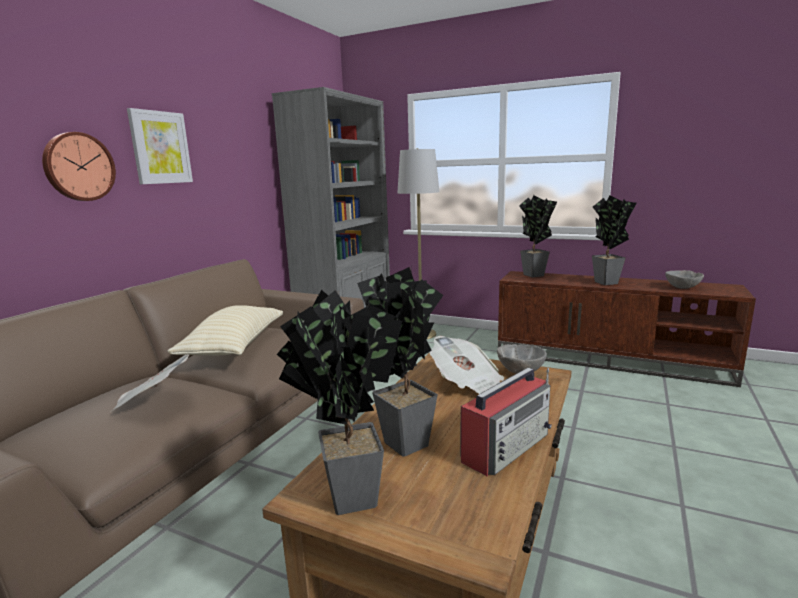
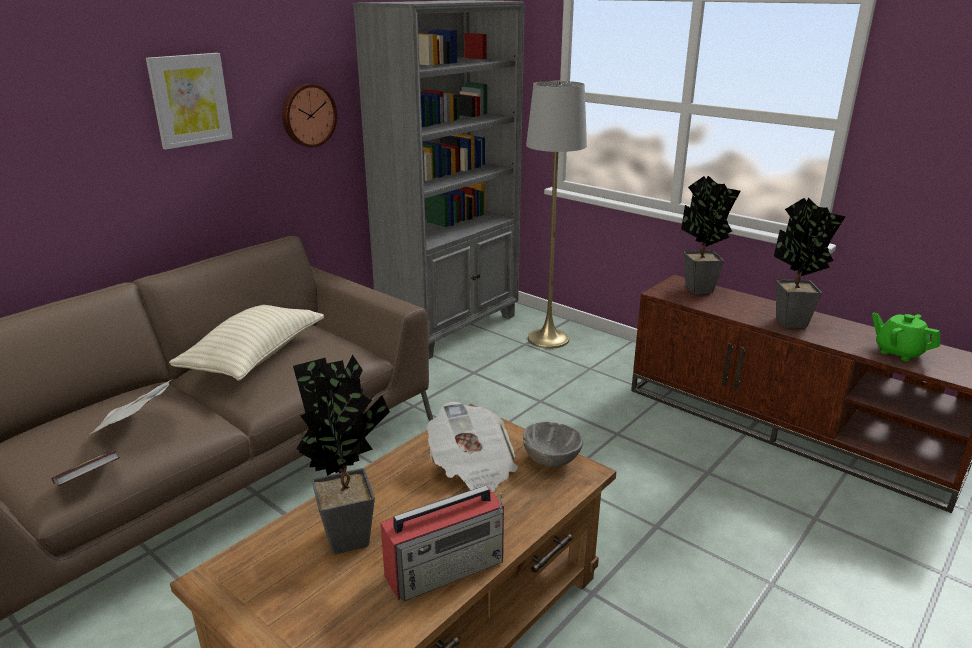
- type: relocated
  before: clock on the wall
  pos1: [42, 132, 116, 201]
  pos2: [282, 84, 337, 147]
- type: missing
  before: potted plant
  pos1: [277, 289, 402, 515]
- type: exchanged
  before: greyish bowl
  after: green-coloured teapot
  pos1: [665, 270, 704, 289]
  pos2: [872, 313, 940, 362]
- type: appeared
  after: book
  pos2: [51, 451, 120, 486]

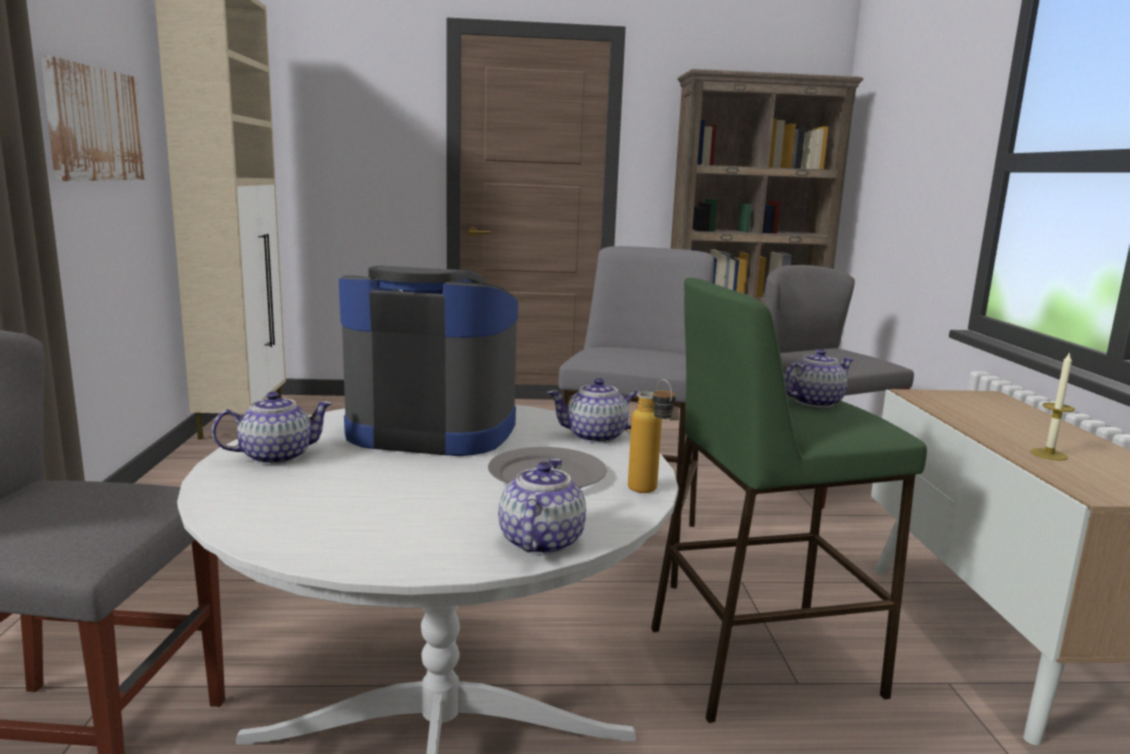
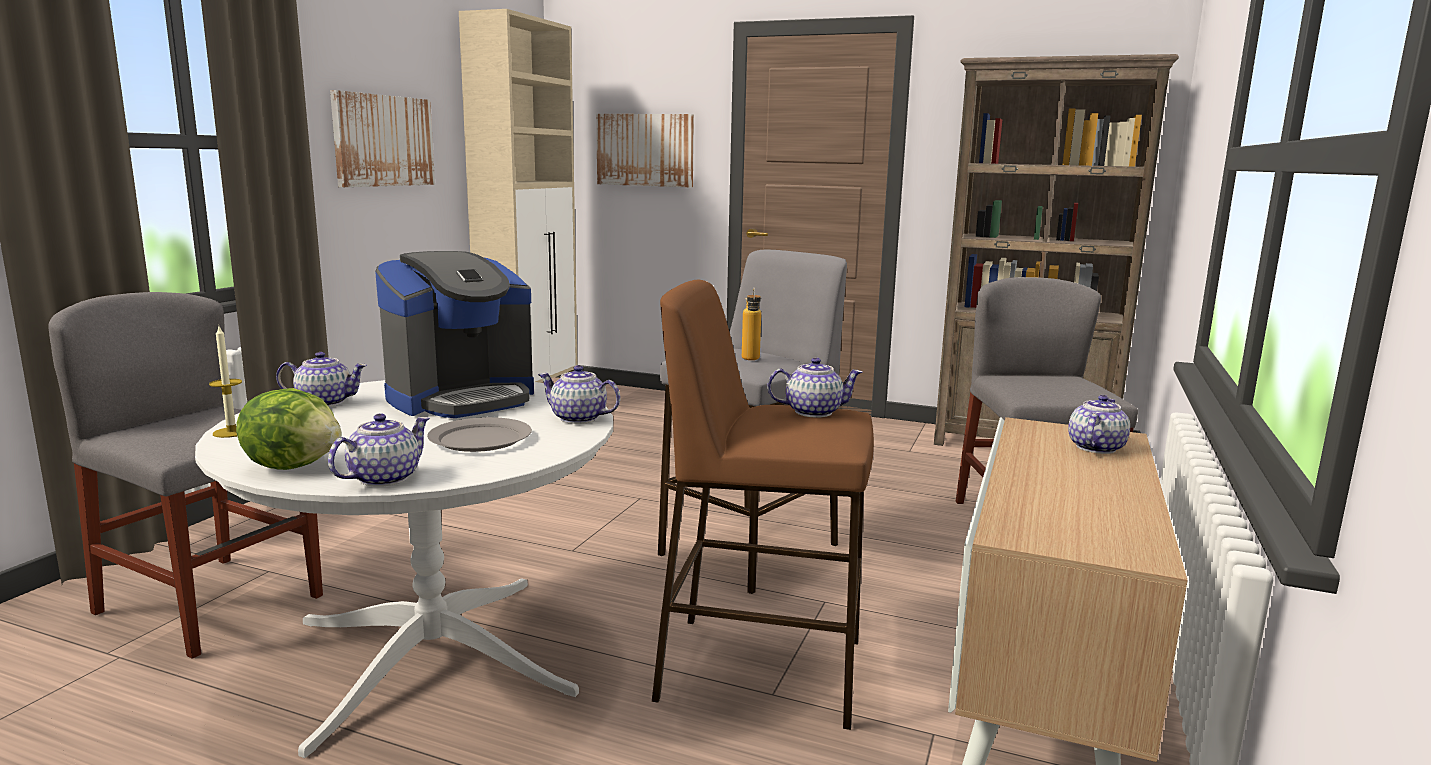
- type: spun
  before: coffee machine
  pos1: [339, 266, 518, 456]
  pos2: [375, 251, 534, 418]
  turn: 105
- type: relocated
  before: bottle
  pos1: [628, 379, 676, 493]
  pos2: [742, 288, 761, 360]
- type: colour
  before: green-coloured sitting stool
  after: brownish sitting stool
  pos1: [651, 278, 927, 723]
  pos2: [652, 280, 874, 730]
- type: relocated
  before: wax light
  pos1: [1031, 351, 1075, 460]
  pos2: [209, 324, 242, 438]
- type: appeared
  after: lettuce head
  pos2: [236, 388, 342, 470]
- type: appeared
  after: wall picture
  pos2: [596, 114, 694, 187]
- type: appeared
  after: teapot
  pos2: [1068, 395, 1130, 454]

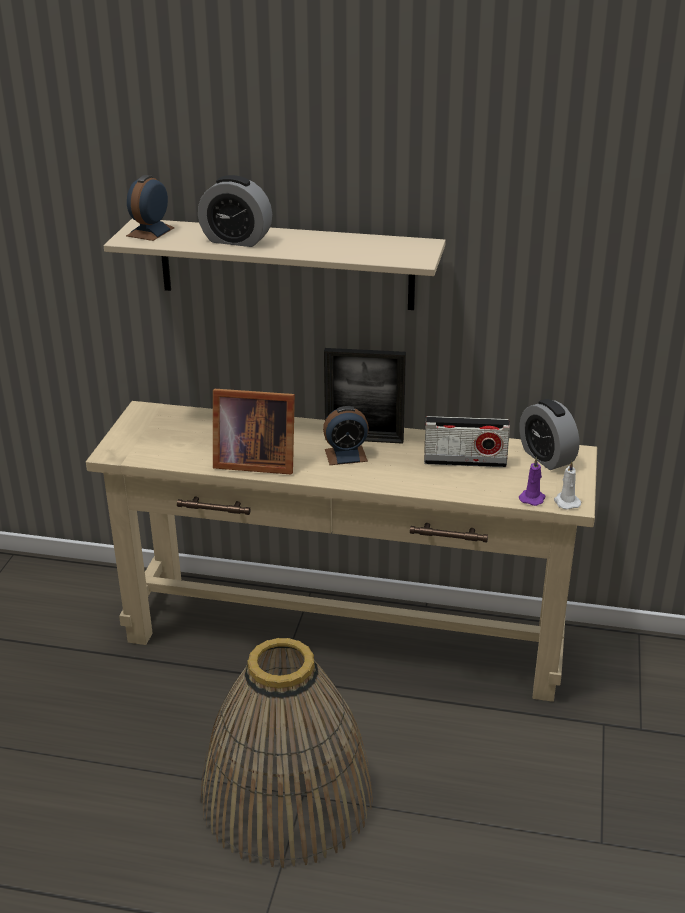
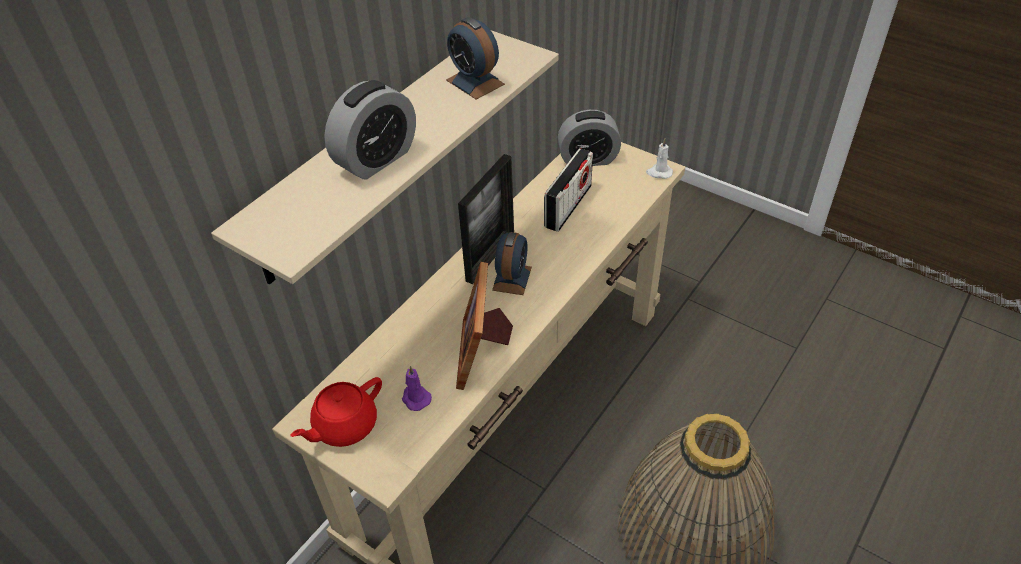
- type: relocated
  before: alarm clock
  pos1: [126, 175, 175, 241]
  pos2: [446, 17, 505, 100]
- type: spun
  before: standing frame
  pos1: [213, 389, 295, 475]
  pos2: [456, 262, 513, 390]
  turn: 150
- type: relocated
  before: purple wax light
  pos1: [519, 457, 545, 506]
  pos2: [402, 366, 432, 411]
- type: appeared
  after: red-coloured teapot
  pos2: [290, 377, 382, 447]

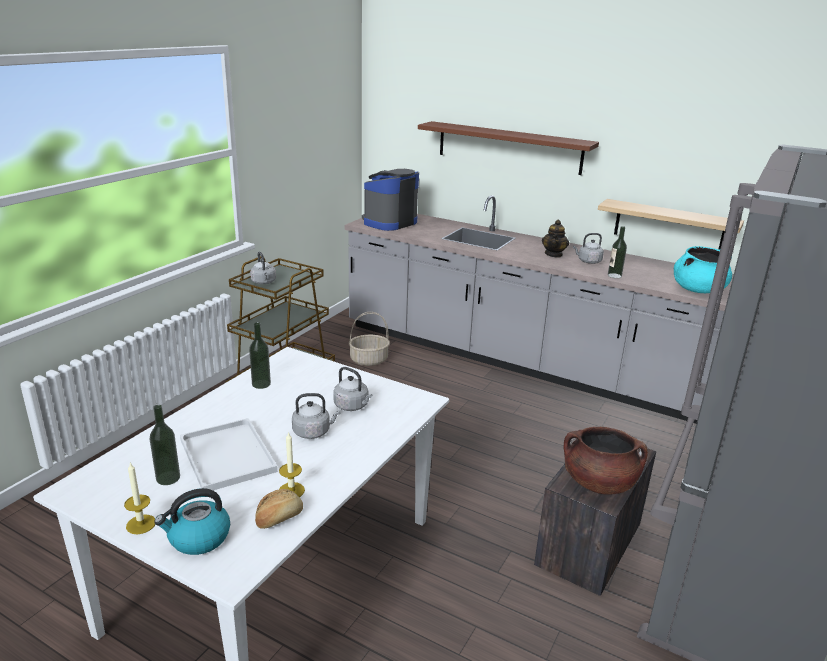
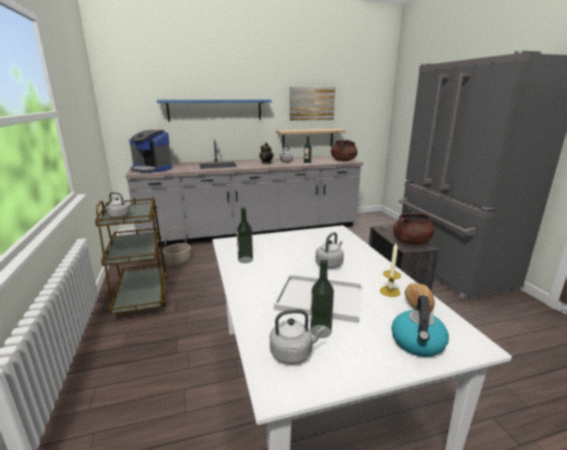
- type: missing
  before: wax light
  pos1: [124, 463, 156, 534]
- type: relocated
  before: greyish water kettle
  pos1: [333, 367, 372, 411]
  pos2: [270, 309, 325, 364]
- type: spun
  before: coffee machine
  pos1: [362, 169, 419, 231]
  pos2: [129, 130, 172, 173]
  turn: -60
- type: colour
  before: brownish wall shelf
  after: bluish wall shelf
  pos1: [418, 121, 599, 175]
  pos2: [157, 100, 271, 121]
- type: colour
  before: turquoise-coloured stockpot
  after: brownish stockpot
  pos1: [674, 246, 732, 293]
  pos2: [331, 140, 357, 161]
- type: appeared
  after: wall picture
  pos2: [290, 87, 335, 121]

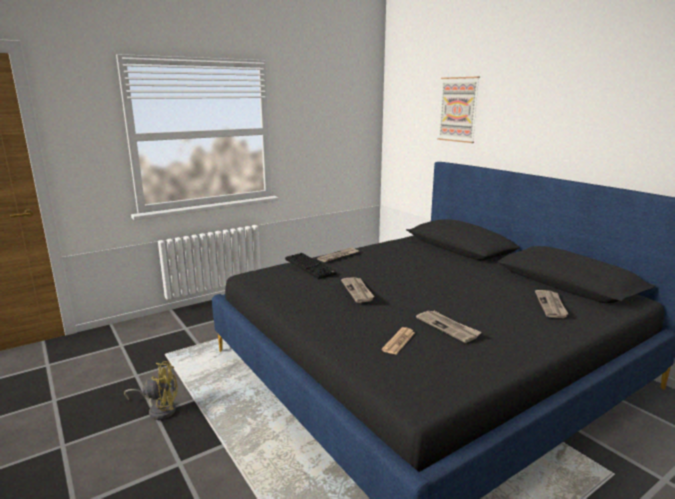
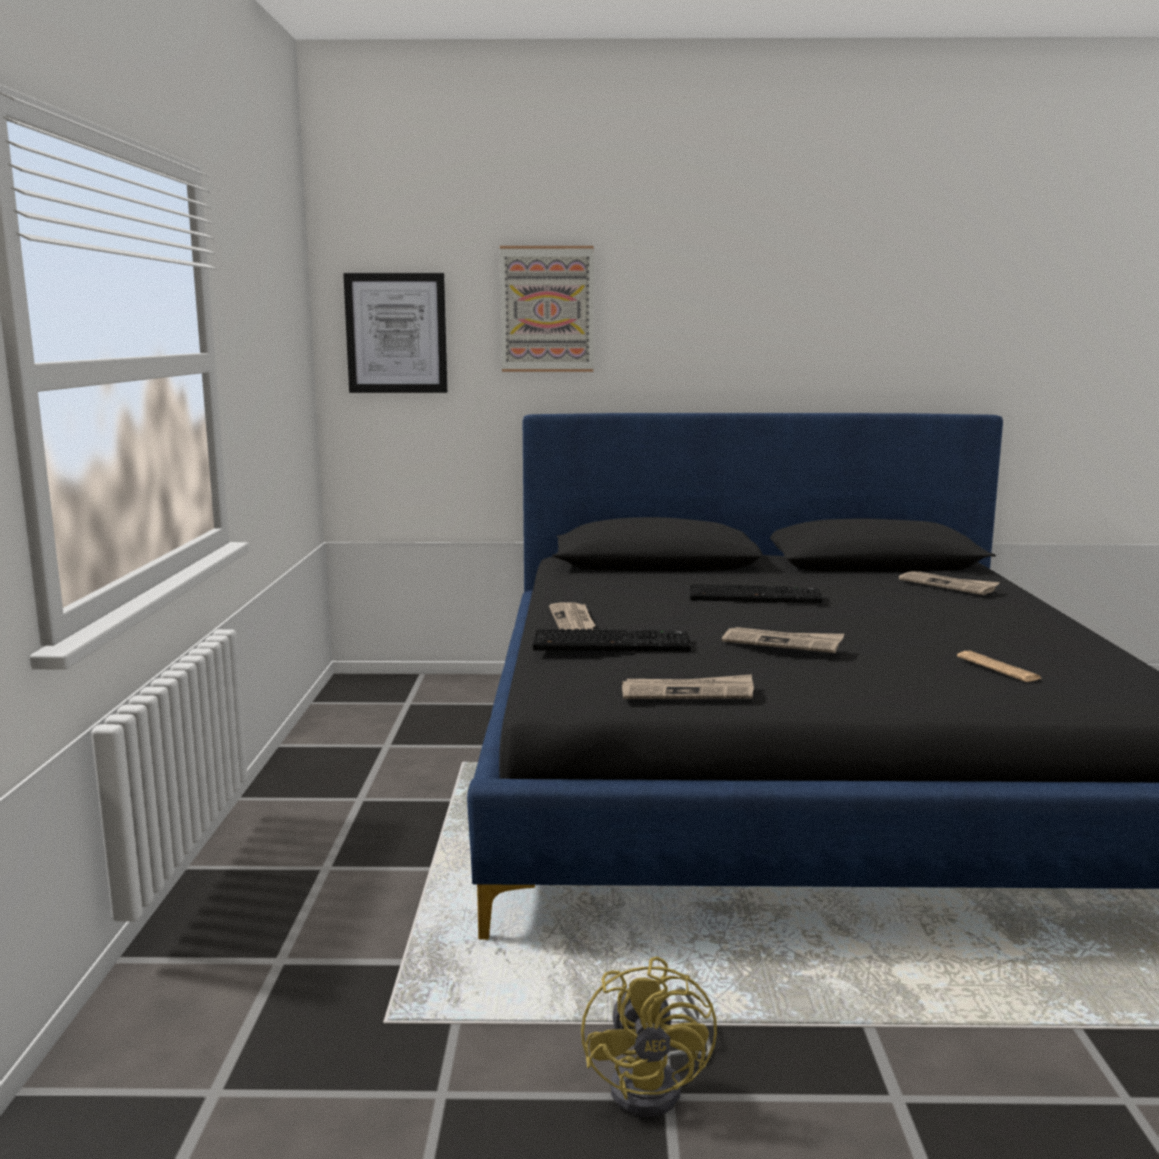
- type: spun
  before: yellow-coloured electric fan
  pos1: [124, 361, 178, 420]
  pos2: [581, 957, 717, 1117]
  turn: 150
- type: relocated
  before: newspaper
  pos1: [416, 311, 482, 343]
  pos2: [622, 674, 754, 699]
- type: appeared
  after: wall picture
  pos2: [343, 273, 447, 393]
- type: appeared
  after: computer keyboard
  pos2: [690, 584, 823, 604]

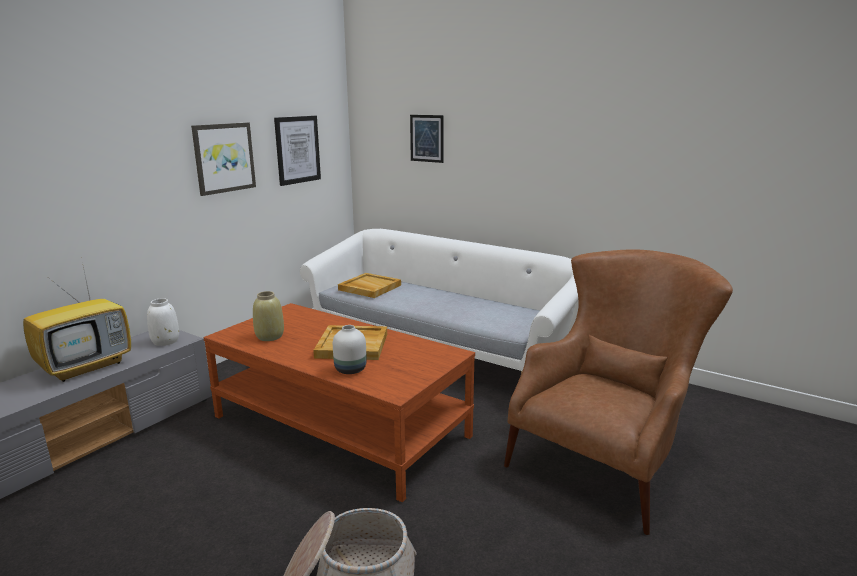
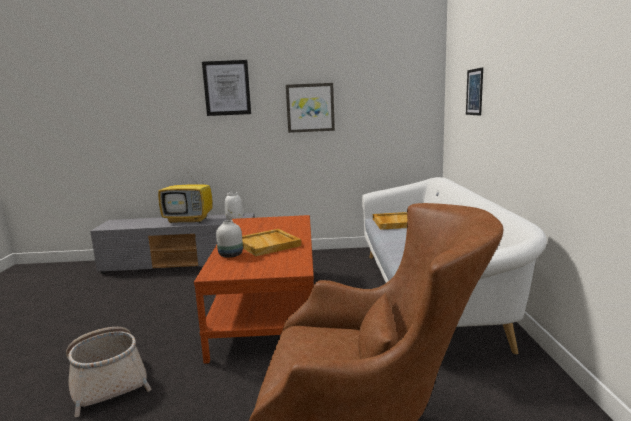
- type: missing
  before: beige decorative vase
  pos1: [253, 291, 284, 341]
- type: relocated
  before: wall picture
  pos1: [274, 116, 321, 186]
  pos2: [202, 60, 251, 116]

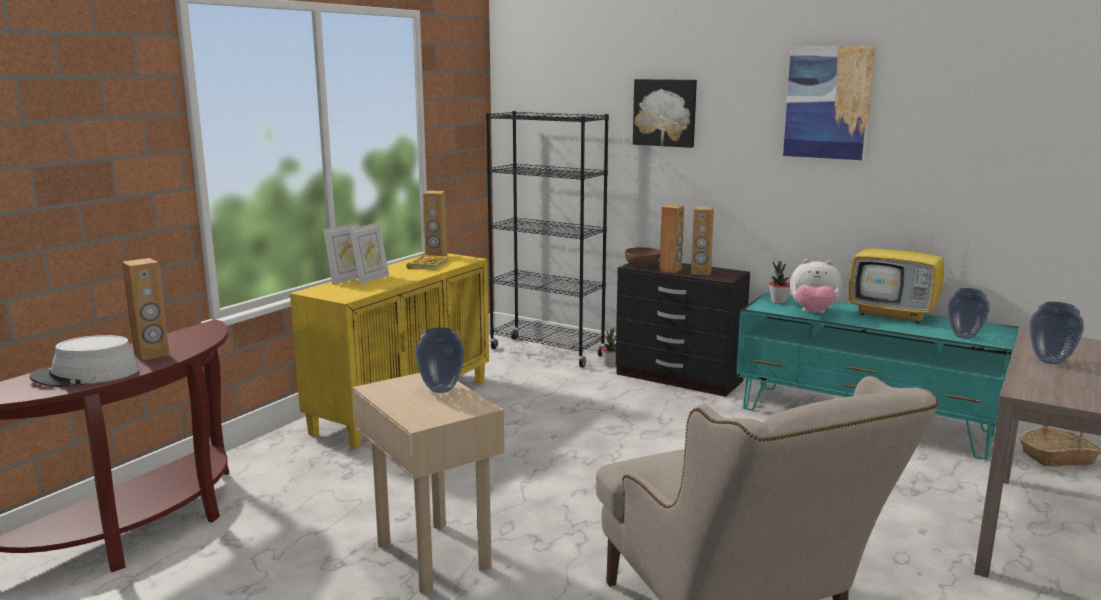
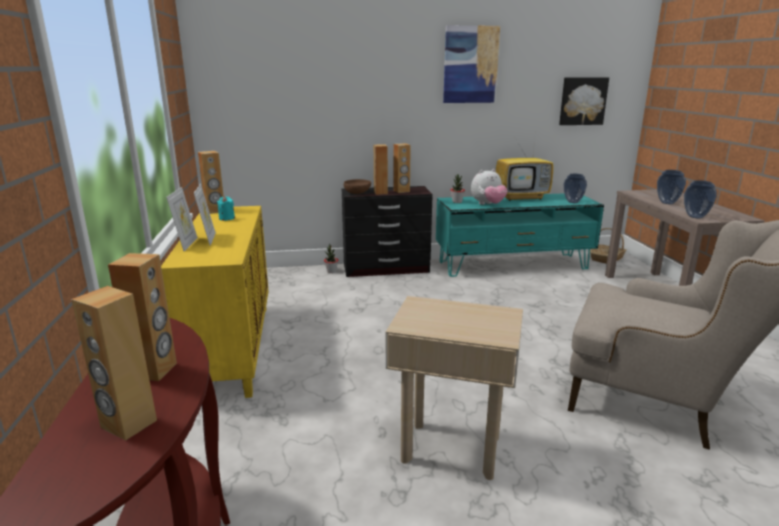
- type: exchanged
  before: greyish wearable hat
  after: brownish loudspeaker
  pos1: [29, 335, 139, 387]
  pos2: [71, 286, 157, 441]
- type: exchanged
  before: book
  after: turquoise-coloured wax light
  pos1: [406, 254, 449, 270]
  pos2: [217, 196, 235, 221]
- type: relocated
  before: decorative vase
  pos1: [415, 327, 465, 393]
  pos2: [684, 180, 717, 218]
- type: missing
  before: black-coloured bookshelf
  pos1: [486, 111, 609, 367]
- type: relocated
  before: wall picture
  pos1: [633, 79, 697, 148]
  pos2: [559, 77, 609, 125]

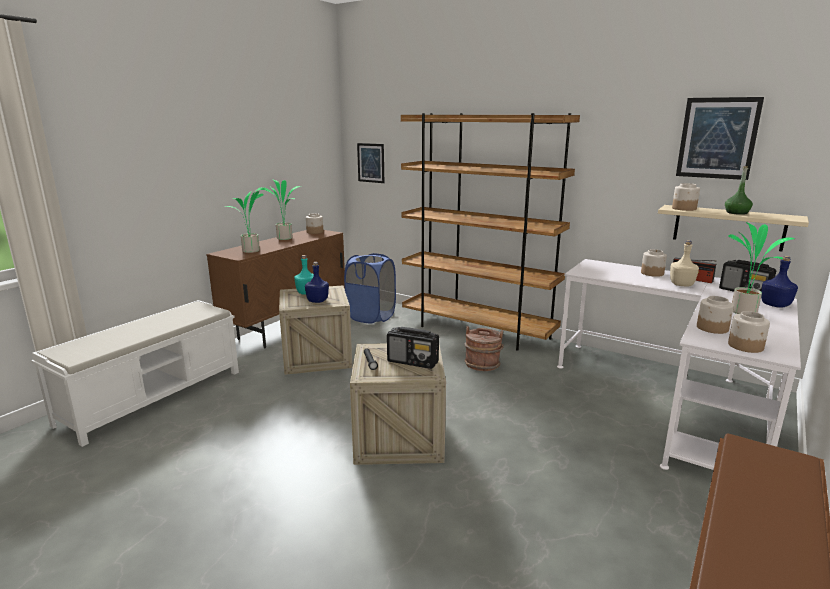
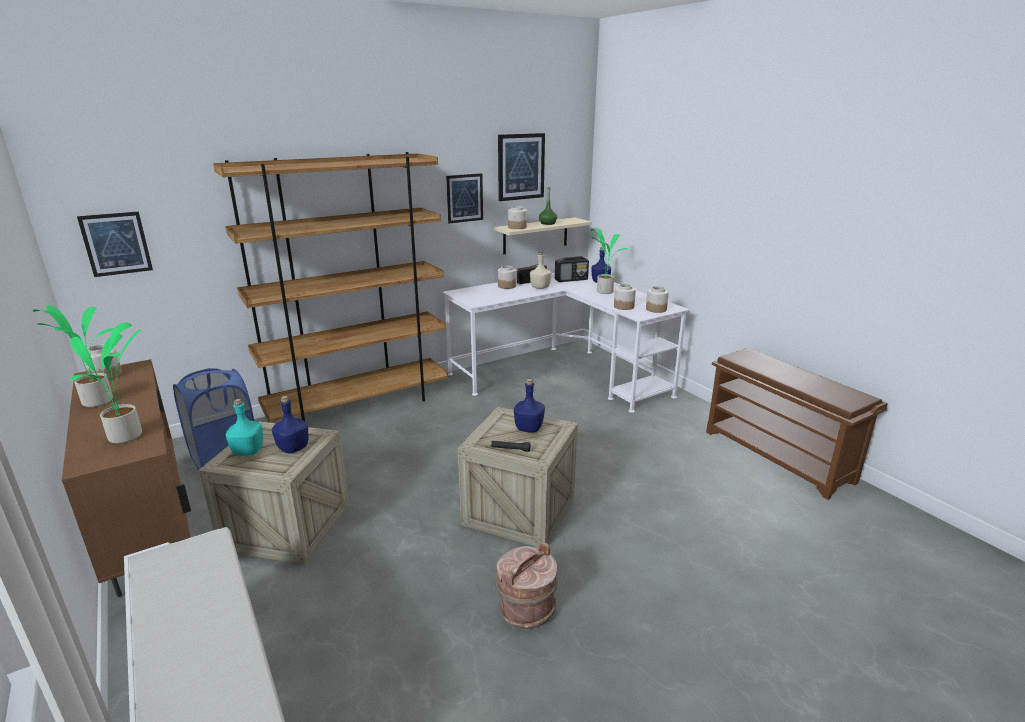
- type: exchanged
  before: radio
  after: bluish bottle
  pos1: [387, 327, 439, 369]
  pos2: [514, 379, 545, 433]
- type: relocated
  before: brownish pail
  pos1: [464, 326, 504, 371]
  pos2: [495, 542, 558, 629]
- type: appeared
  after: wall picture
  pos2: [446, 173, 483, 224]

